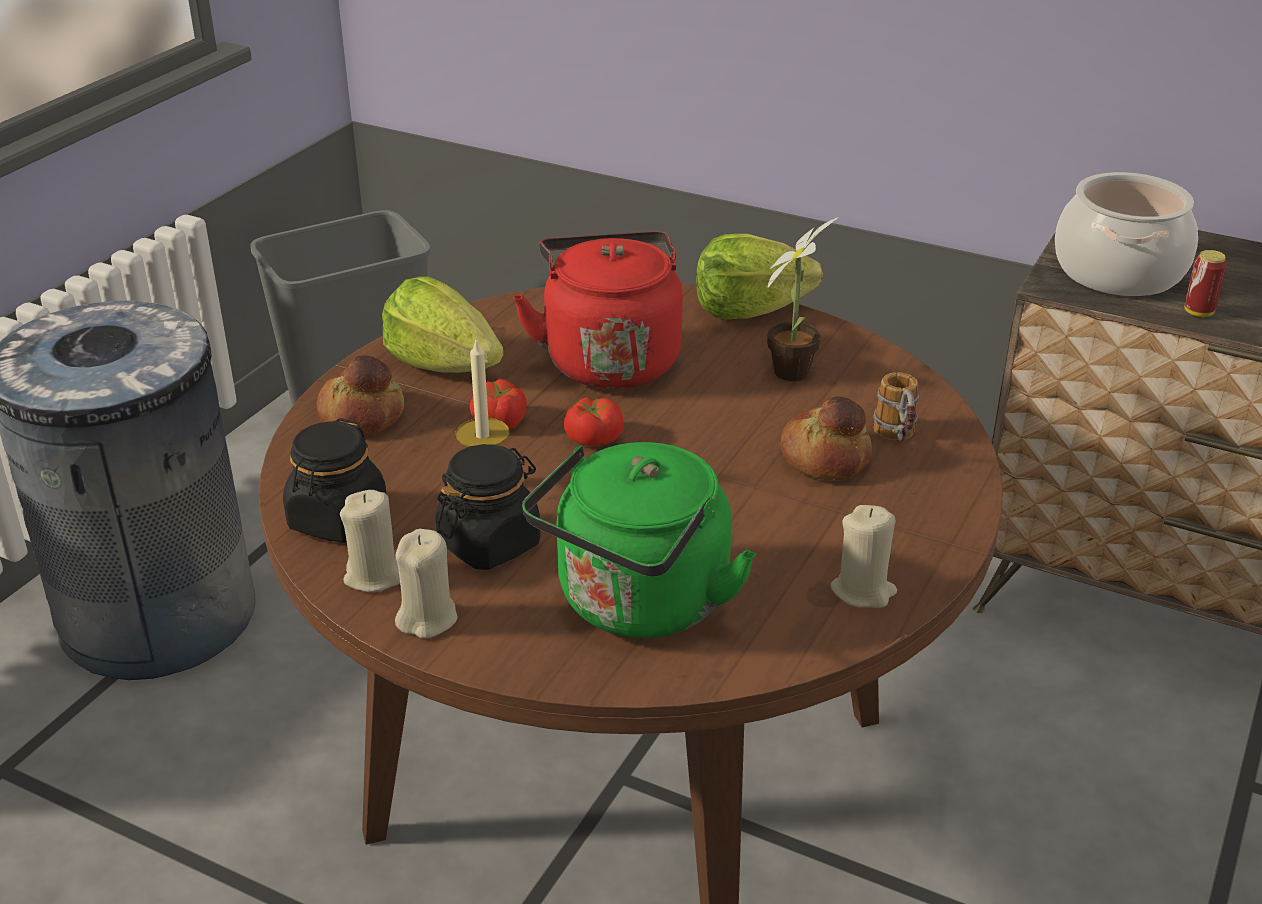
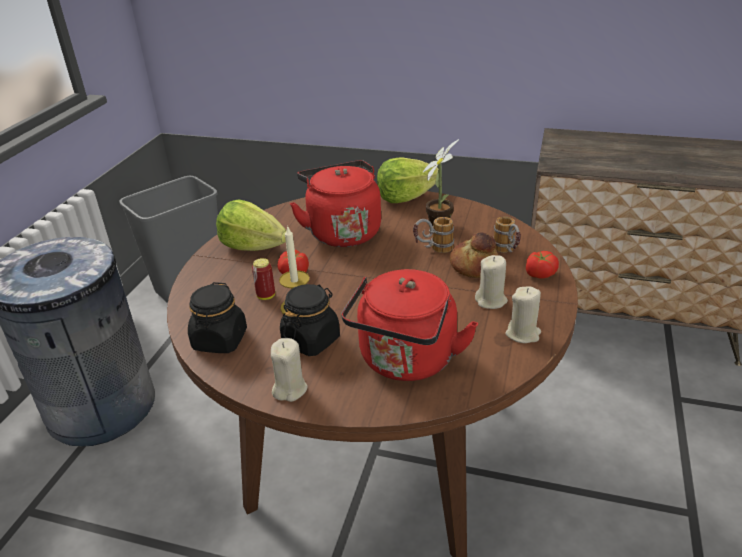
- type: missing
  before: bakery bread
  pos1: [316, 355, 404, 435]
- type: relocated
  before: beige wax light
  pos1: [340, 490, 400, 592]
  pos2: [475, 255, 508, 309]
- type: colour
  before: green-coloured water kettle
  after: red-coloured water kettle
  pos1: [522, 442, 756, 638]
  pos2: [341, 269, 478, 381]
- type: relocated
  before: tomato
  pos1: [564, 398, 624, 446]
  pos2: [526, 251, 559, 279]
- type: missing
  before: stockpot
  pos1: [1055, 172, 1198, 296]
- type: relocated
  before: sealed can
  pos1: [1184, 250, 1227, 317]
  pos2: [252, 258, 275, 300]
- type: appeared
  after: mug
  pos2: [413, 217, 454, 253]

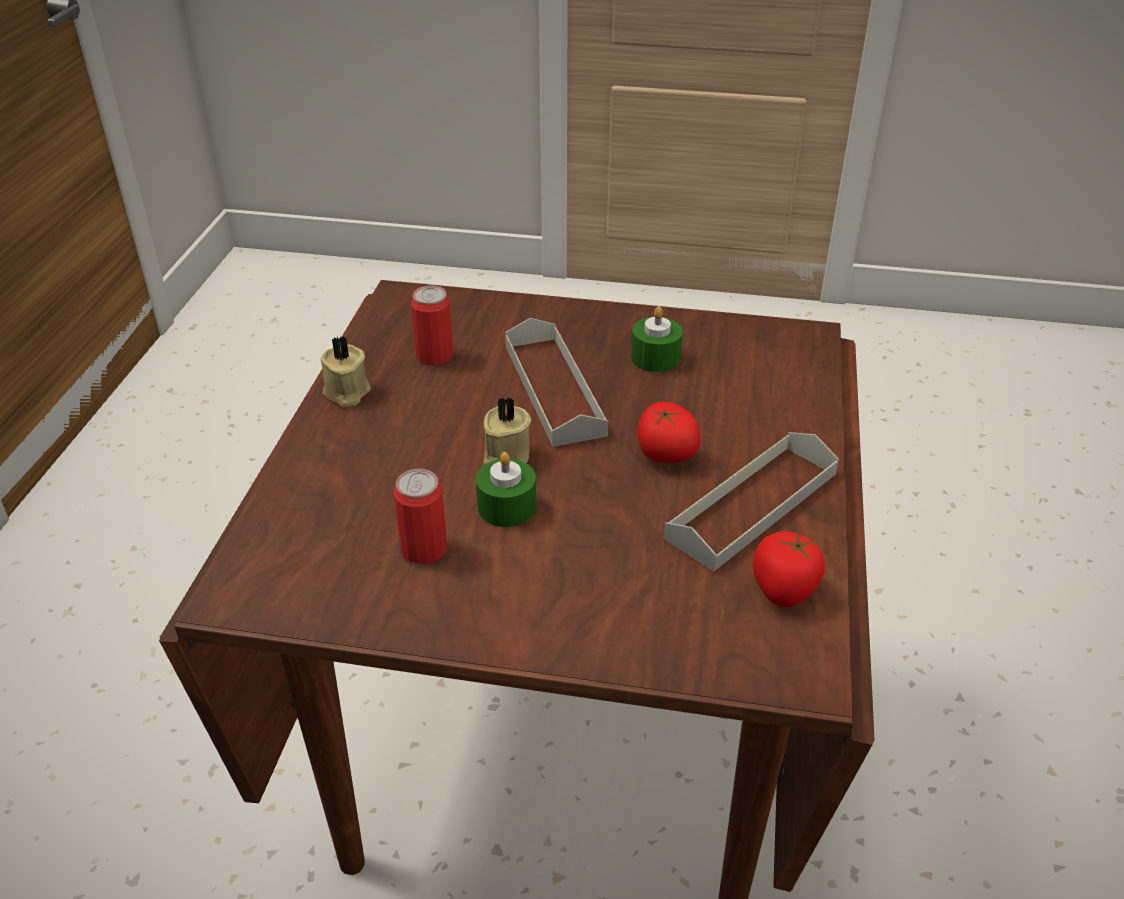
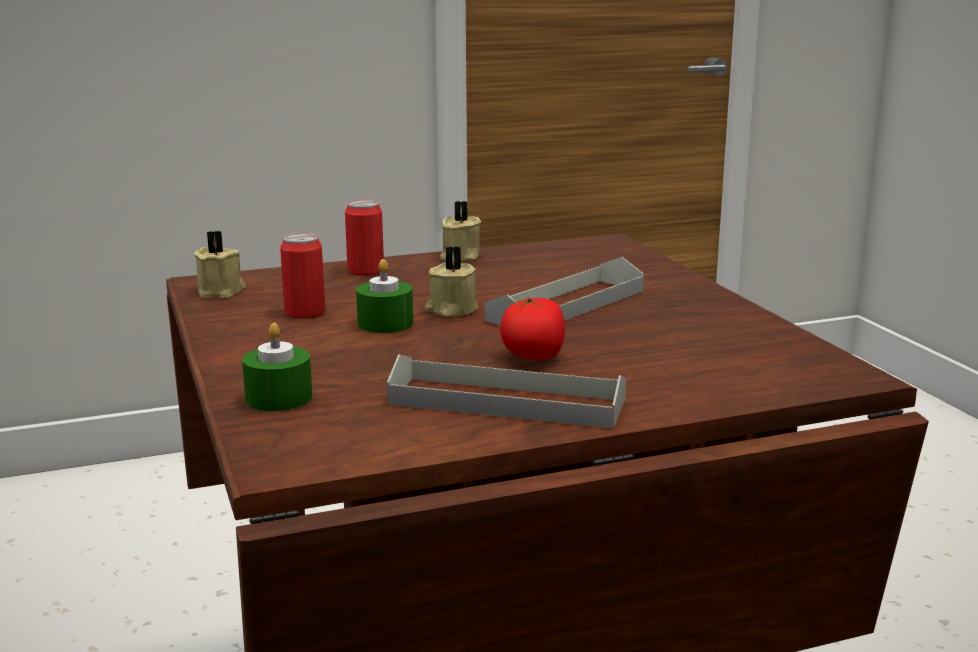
- type: relocated
  before: sealed can
  pos1: [411, 285, 454, 365]
  pos2: [345, 199, 384, 276]
- type: relocated
  before: green-coloured wax light
  pos1: [631, 306, 683, 372]
  pos2: [242, 322, 312, 411]
- type: missing
  before: tomato
  pos1: [753, 531, 825, 607]
- type: appeared
  after: beige wax light
  pos2: [194, 230, 246, 298]

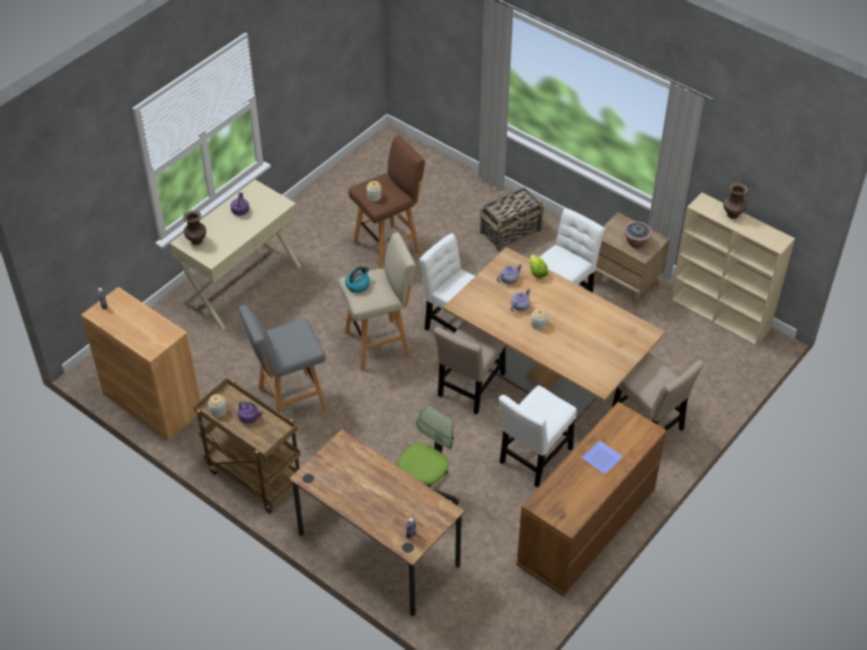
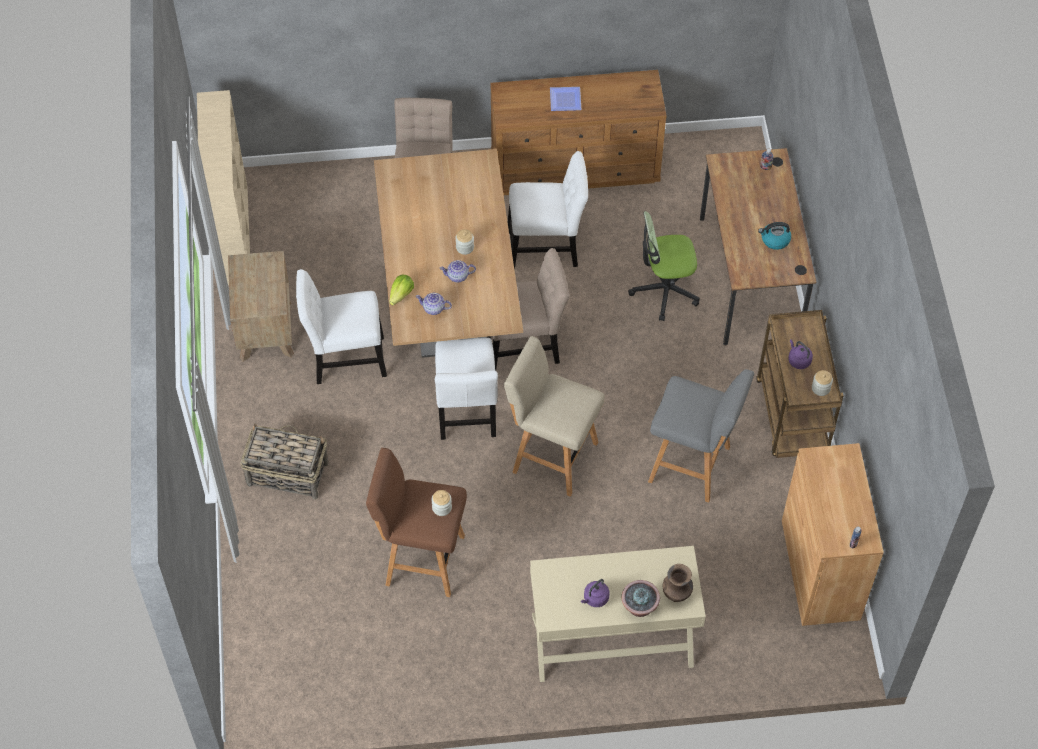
- type: relocated
  before: water kettle
  pos1: [345, 266, 370, 293]
  pos2: [758, 222, 791, 250]
- type: relocated
  before: potted plant
  pos1: [624, 221, 652, 248]
  pos2: [621, 580, 660, 617]
- type: missing
  before: brownish decorative vase
  pos1: [723, 183, 748, 219]

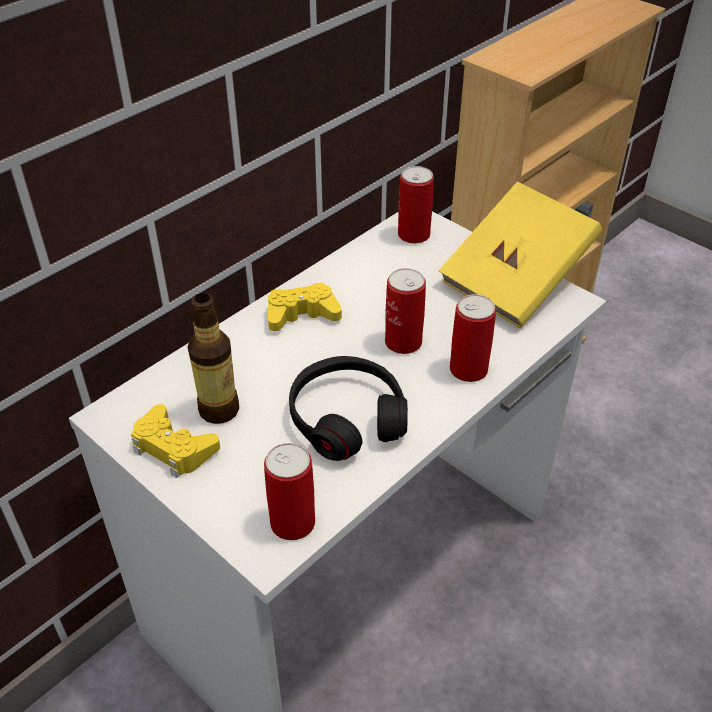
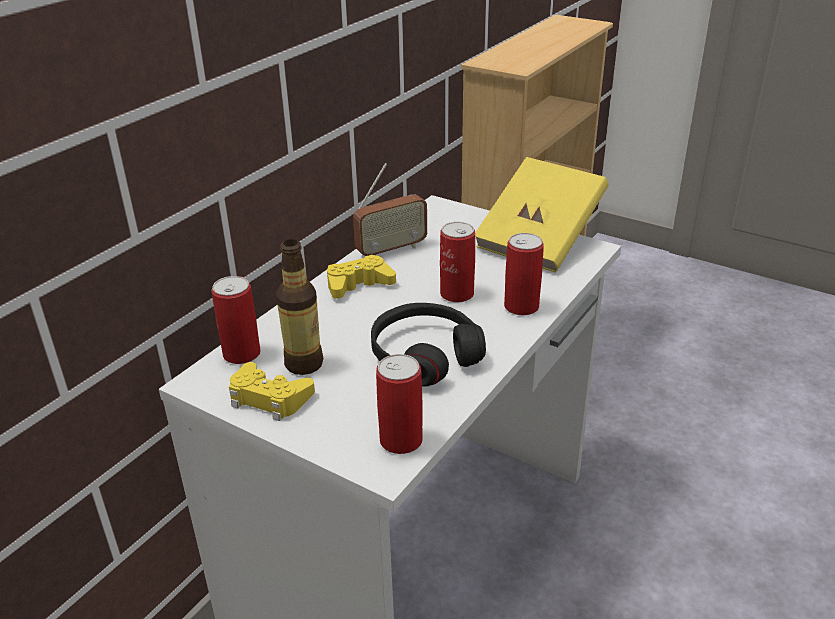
- type: relocated
  before: sealed can
  pos1: [398, 166, 434, 244]
  pos2: [211, 276, 261, 364]
- type: appeared
  after: radio
  pos2: [353, 163, 427, 256]

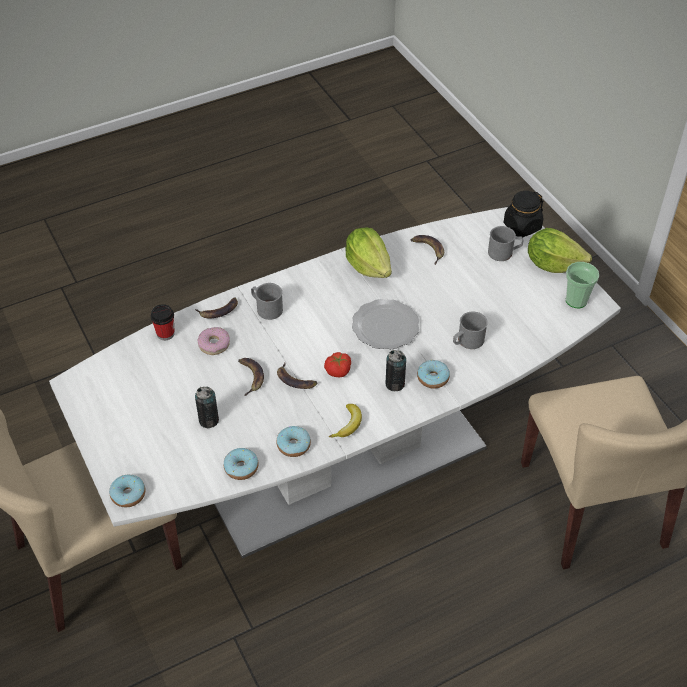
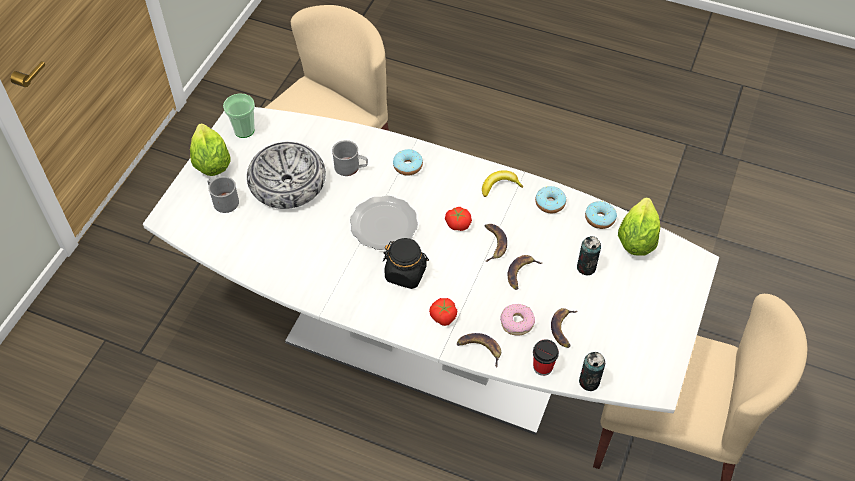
- type: missing
  before: donut
  pos1: [109, 475, 146, 507]
- type: exchanged
  before: greyish mug
  after: tomato
  pos1: [251, 283, 283, 320]
  pos2: [429, 298, 457, 326]
- type: relocated
  before: lettuce head
  pos1: [346, 228, 392, 278]
  pos2: [618, 197, 660, 256]
- type: relocated
  before: sealed can
  pos1: [385, 350, 406, 392]
  pos2: [579, 352, 605, 391]
- type: relocated
  before: whole banana
  pos1: [411, 235, 444, 265]
  pos2: [551, 308, 578, 348]
- type: relocated
  before: black-coloured jar
  pos1: [503, 191, 543, 237]
  pos2: [383, 238, 429, 289]
- type: appeared
  after: bowl
  pos2: [247, 142, 326, 209]

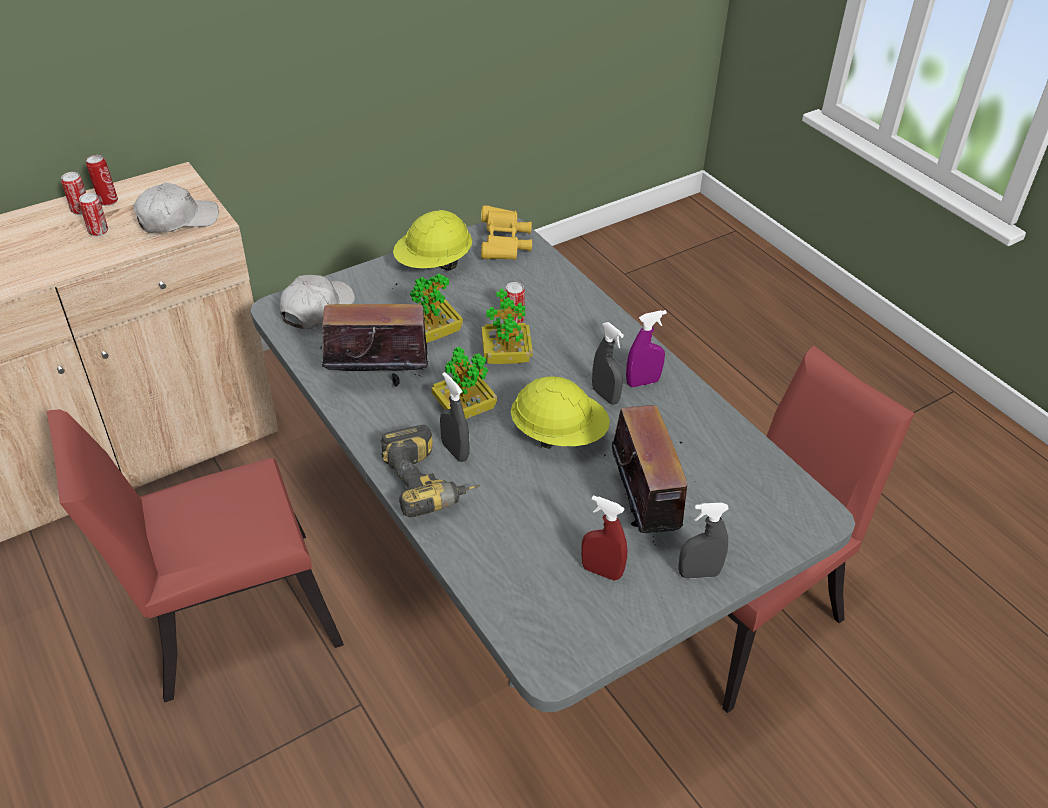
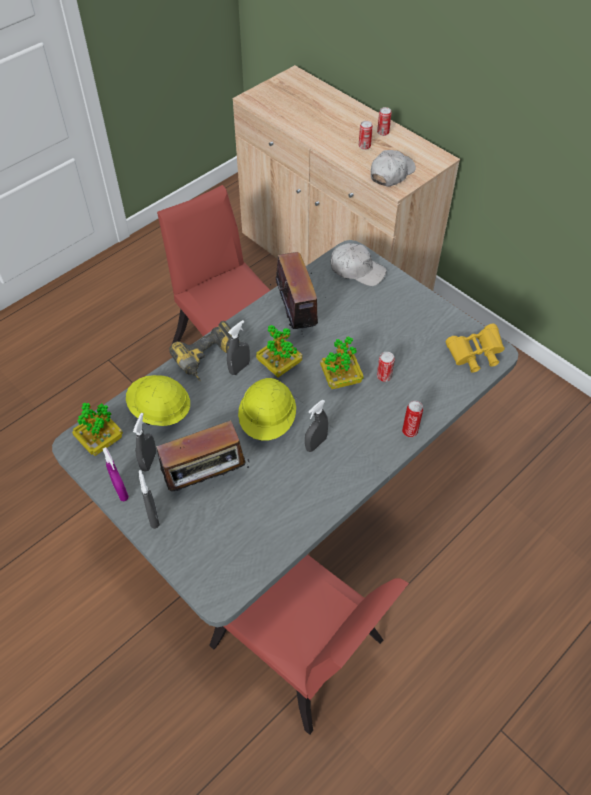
- type: relocated
  before: sealed can
  pos1: [86, 155, 118, 206]
  pos2: [402, 401, 423, 437]
- type: spun
  before: white-coloured cap
  pos1: [133, 183, 219, 233]
  pos2: [371, 150, 416, 186]
  turn: -105
- type: relocated
  before: yellow-coloured safety helmet
  pos1: [393, 210, 472, 271]
  pos2: [126, 375, 190, 426]
- type: relocated
  before: potted plant
  pos1: [410, 273, 463, 343]
  pos2: [72, 403, 123, 456]
- type: colour
  before: red-coloured hand sprayer
  after: greyish hand sprayer
  pos1: [581, 495, 627, 581]
  pos2: [133, 413, 156, 472]
- type: relocated
  before: purple hand sprayer
  pos1: [626, 310, 667, 387]
  pos2: [103, 447, 129, 501]

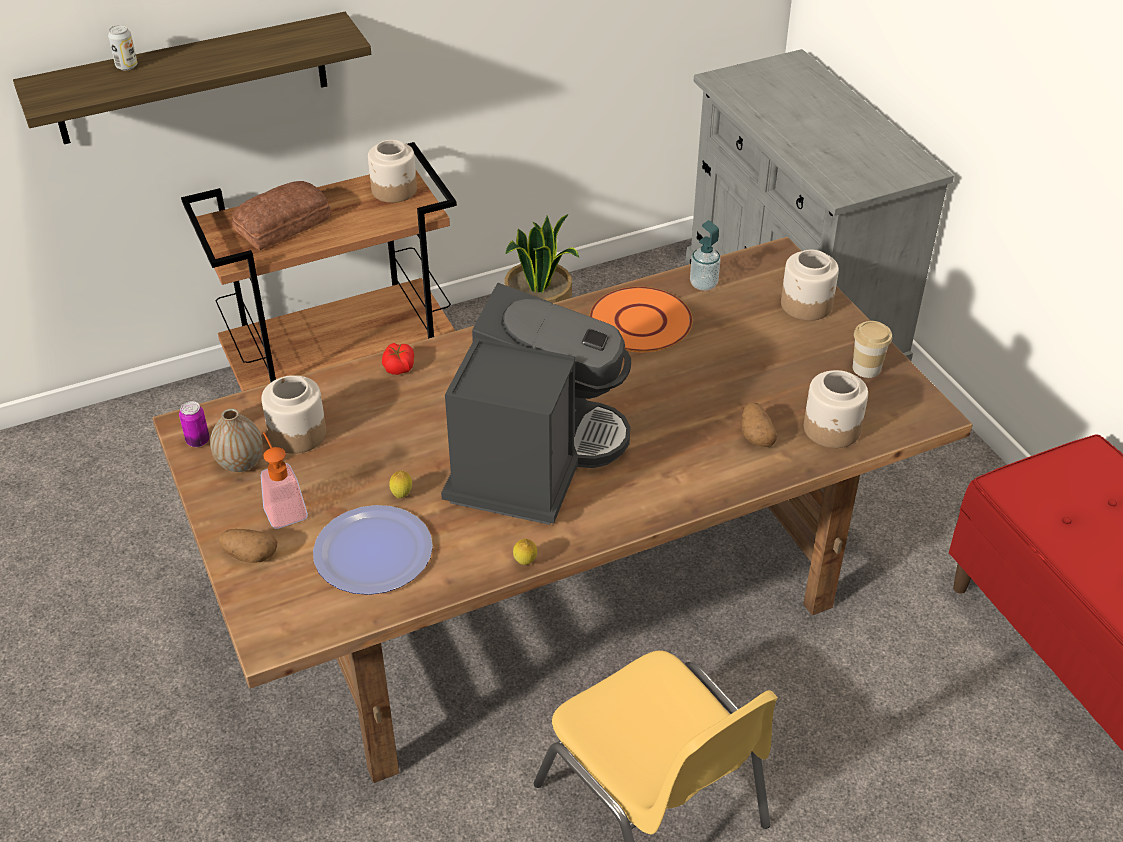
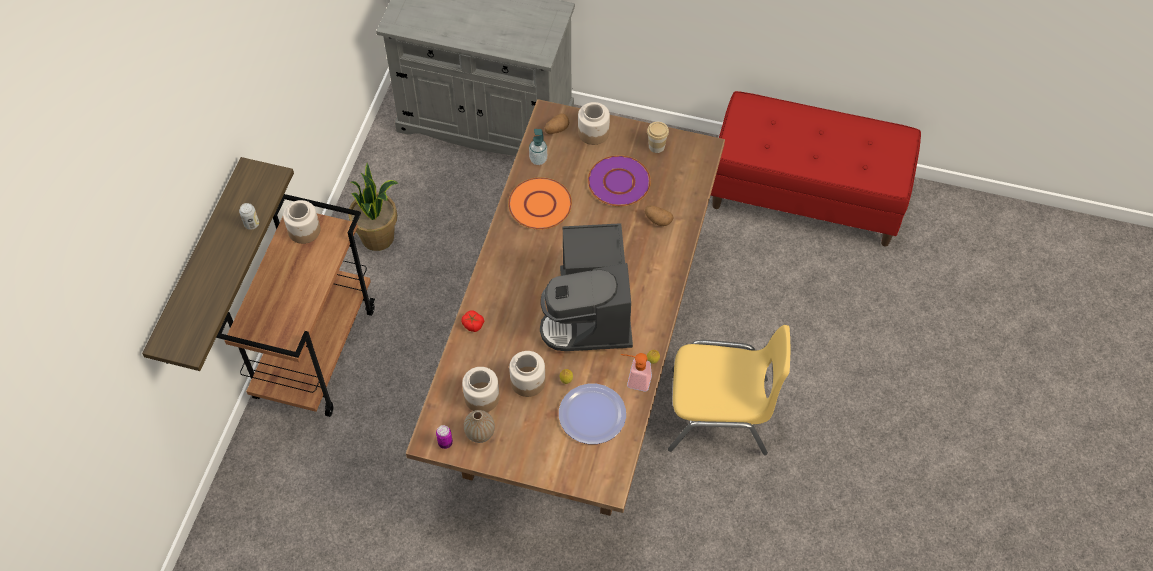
- type: relocated
  before: sealed can
  pos1: [108, 25, 137, 70]
  pos2: [239, 203, 259, 230]
- type: relocated
  before: whole potato
  pos1: [219, 529, 277, 562]
  pos2: [545, 113, 569, 134]
- type: missing
  before: bakery bread
  pos1: [232, 181, 332, 250]
- type: relocated
  before: soap dispenser
  pos1: [261, 432, 308, 529]
  pos2: [621, 353, 652, 392]
- type: spun
  before: coffee machine
  pos1: [441, 283, 631, 525]
  pos2: [540, 223, 633, 351]
  turn: -150
- type: relocated
  before: jar
  pos1: [804, 370, 868, 448]
  pos2: [509, 351, 546, 397]
- type: appeared
  after: purple dinner plate
  pos2: [588, 155, 651, 206]

